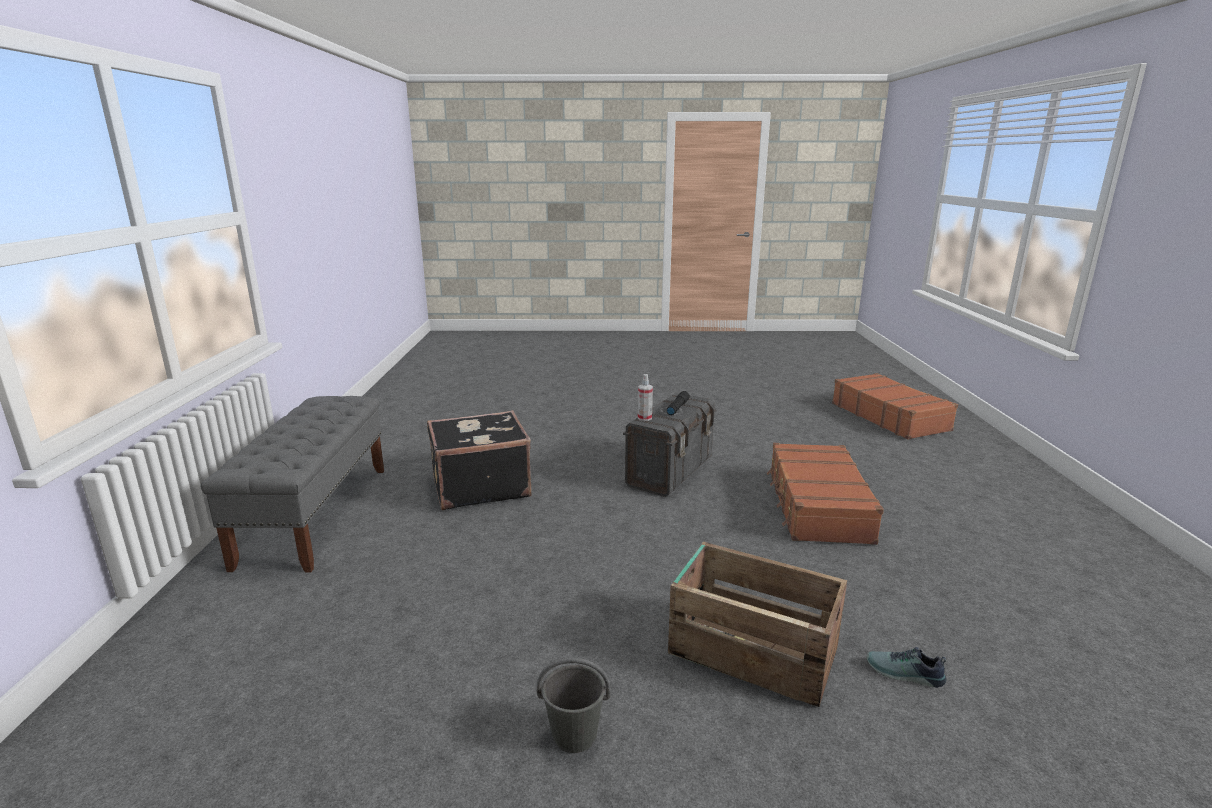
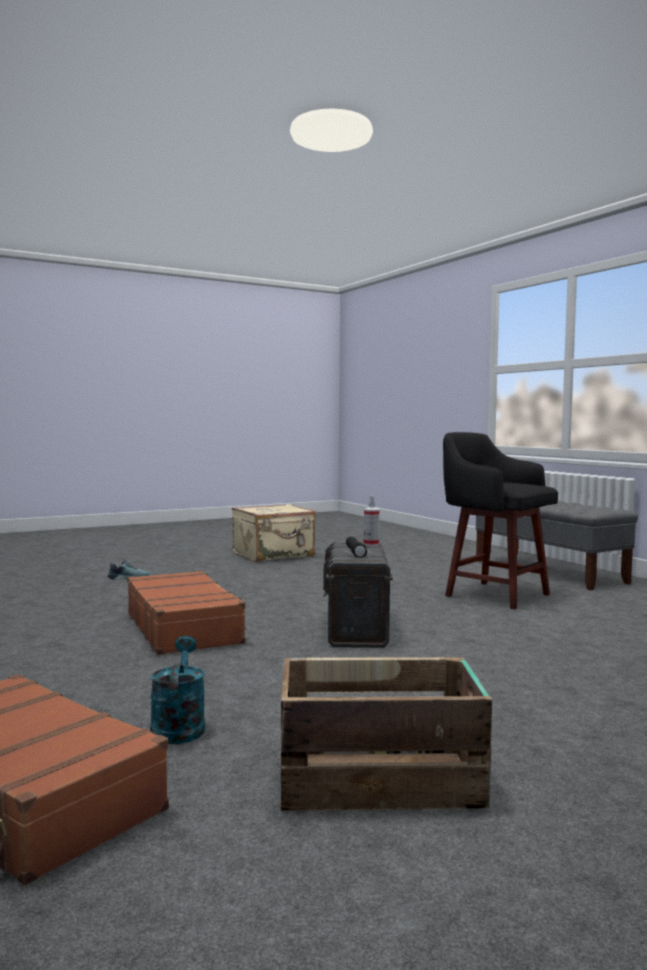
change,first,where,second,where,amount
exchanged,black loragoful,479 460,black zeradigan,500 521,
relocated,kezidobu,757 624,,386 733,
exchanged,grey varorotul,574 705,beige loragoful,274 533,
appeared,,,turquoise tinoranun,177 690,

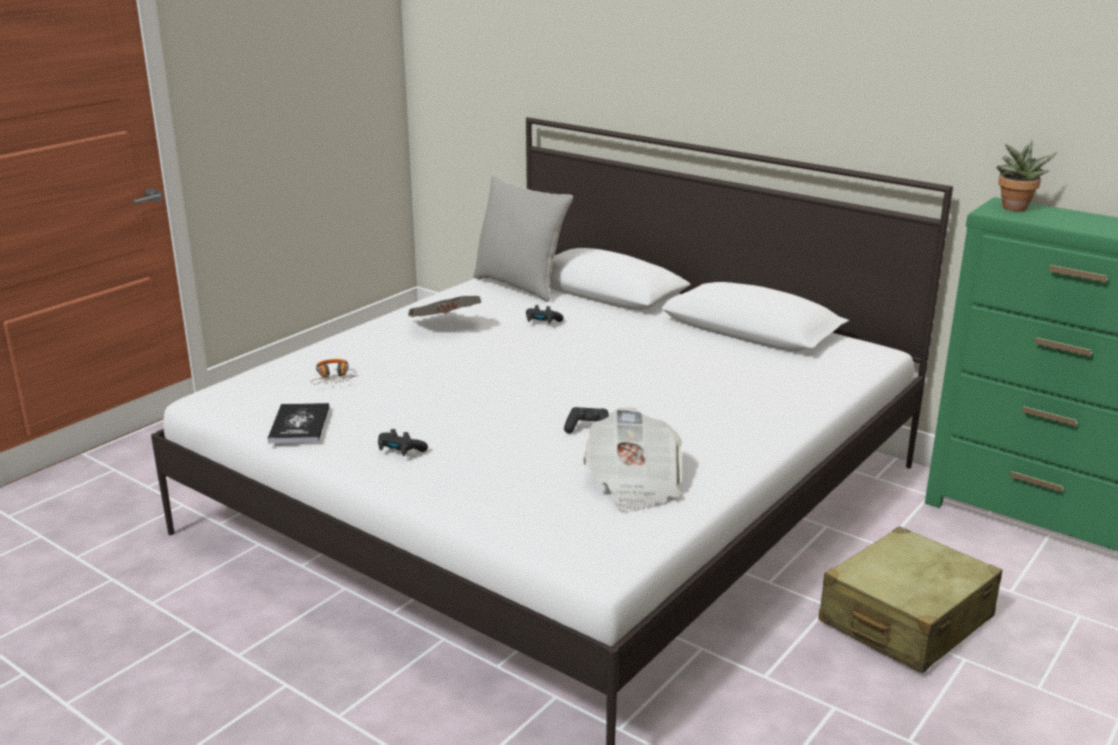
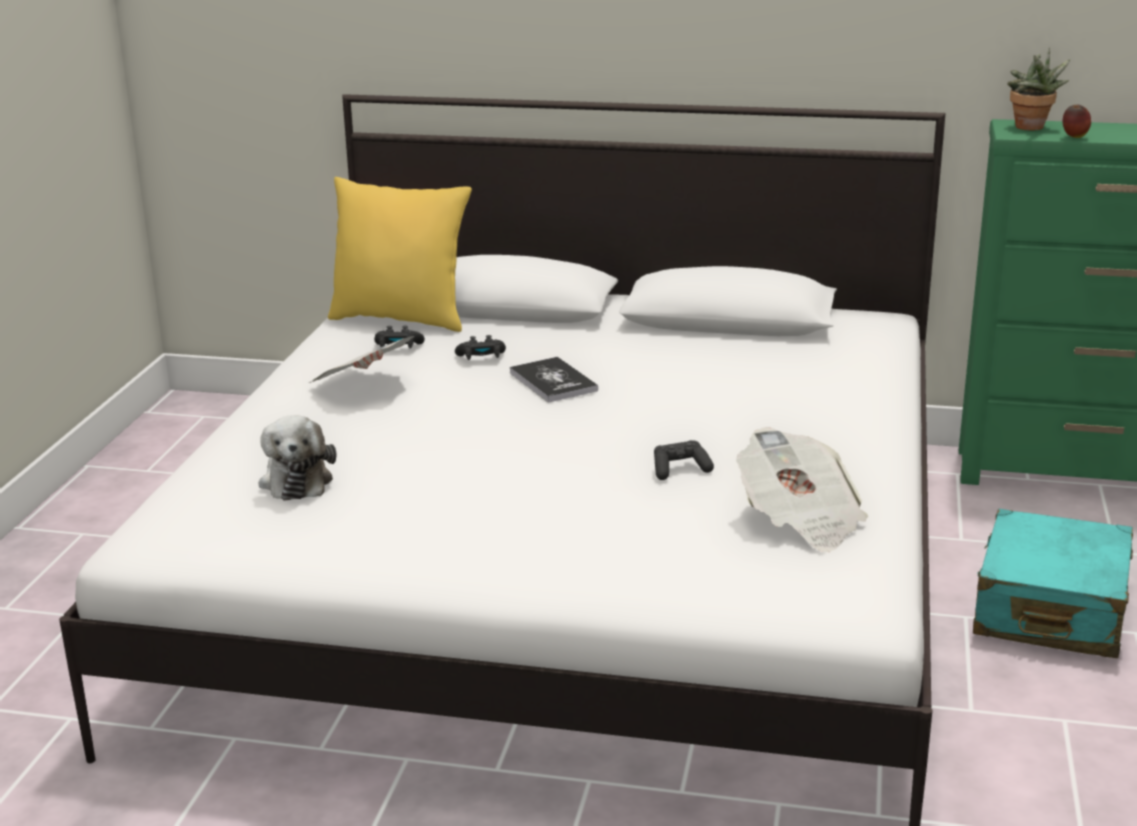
change,first,where,second,where,amount
colour,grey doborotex,523 238,yellow doborotex,400 254,
exchanged,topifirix,333 371,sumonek,297 457,
relocated,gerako,298 423,,554 380,
relocated,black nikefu,403 442,,399 337,
colour,beige loragoful,910 599,turquoise loragoful,1053 583,
appeared,,,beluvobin,1077 121,

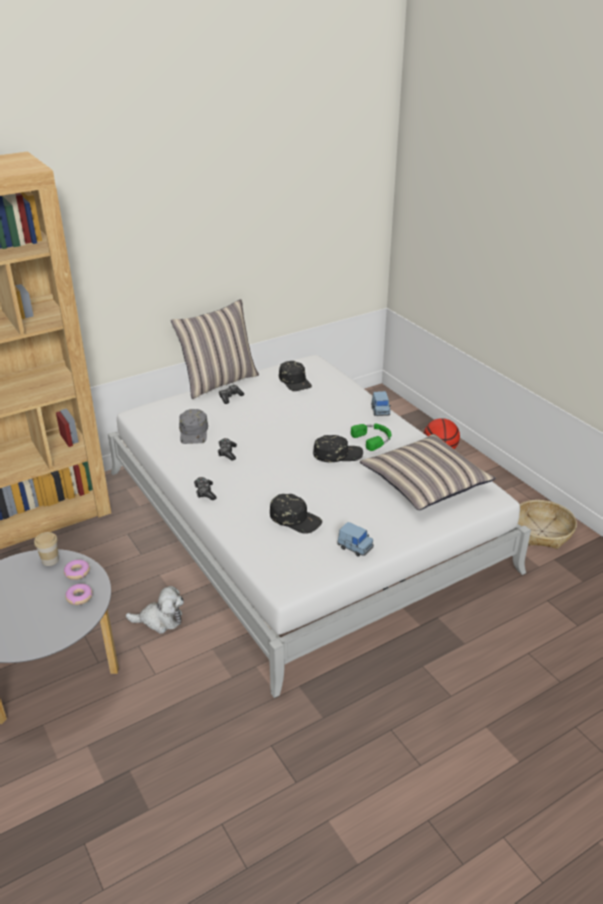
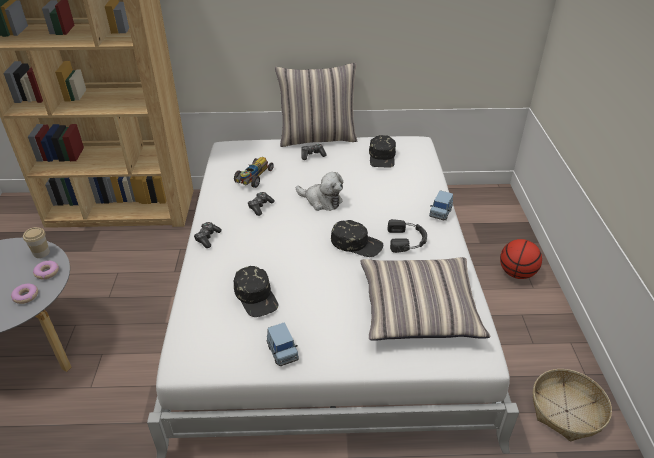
change,first,where,second,where,amount
exchanged,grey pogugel,193 426,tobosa,254 172,
colour,green topifirix,371 437,black topifirix,407 236,
relocated,sumonek,154 610,,319 191,

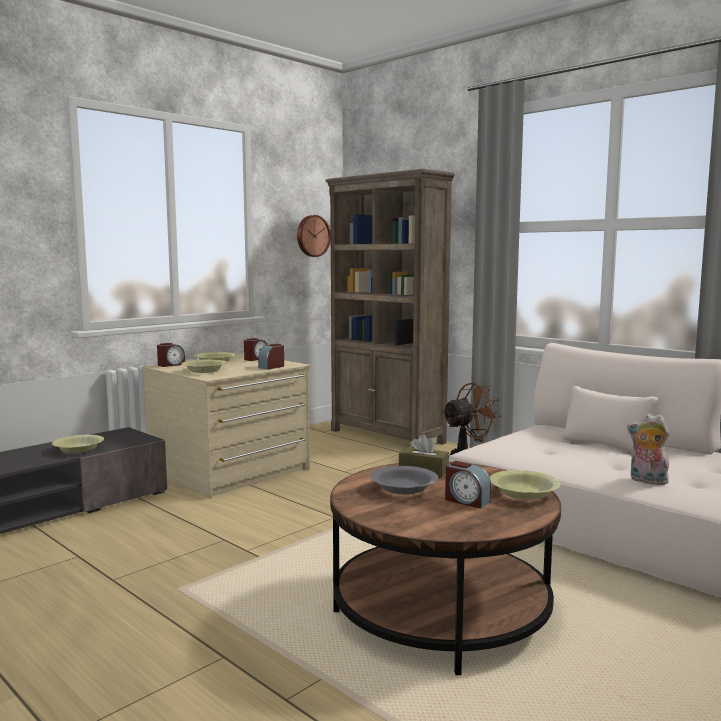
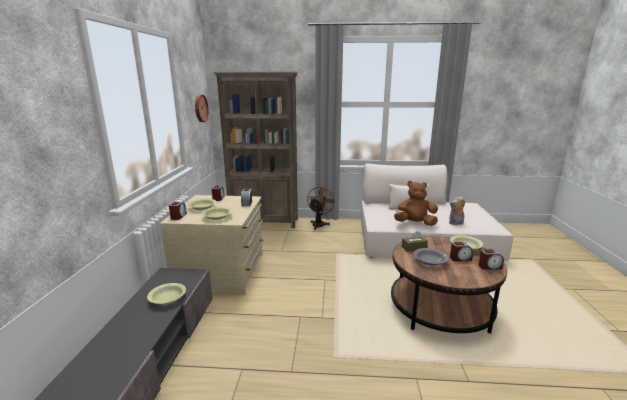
change,first,where,second,where,amount
appeared,,,brown sumonek,416 203,
appeared,,,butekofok,491 259,

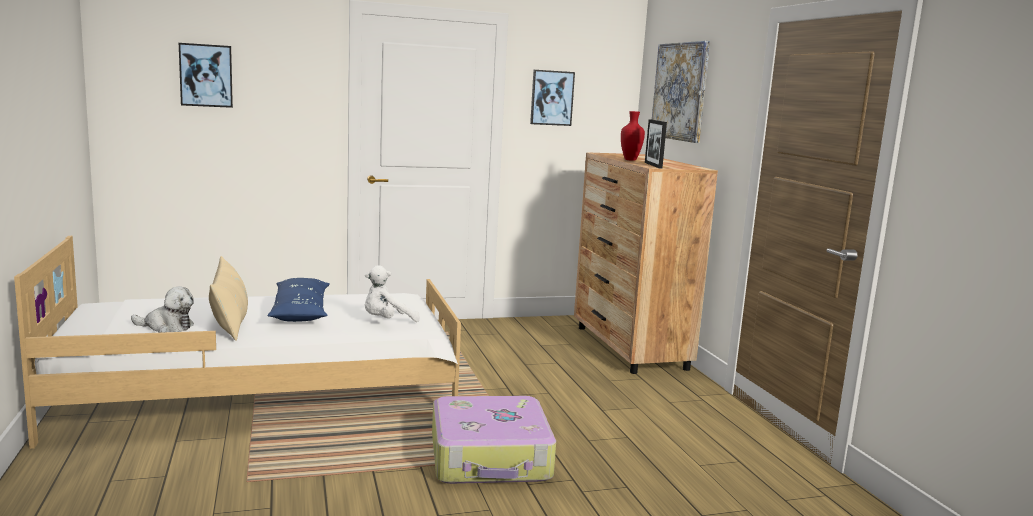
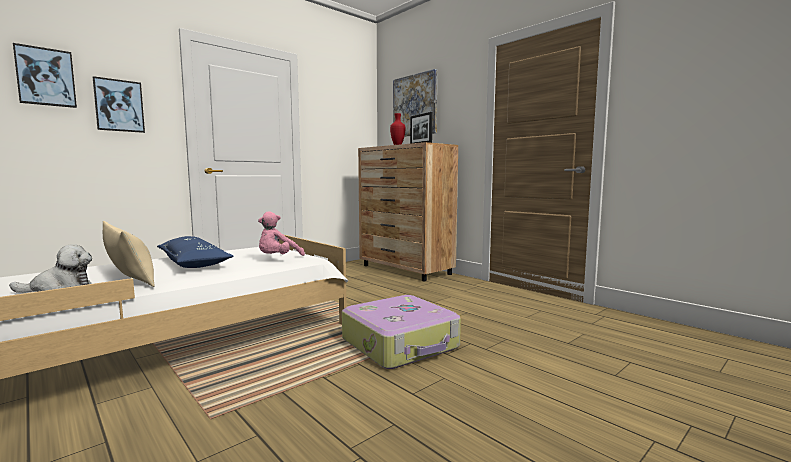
change,first,where,second,where,amount
relocated,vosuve,552 98,,119 104,
colour,white sumonek,392 293,pink sumonek,281 233,

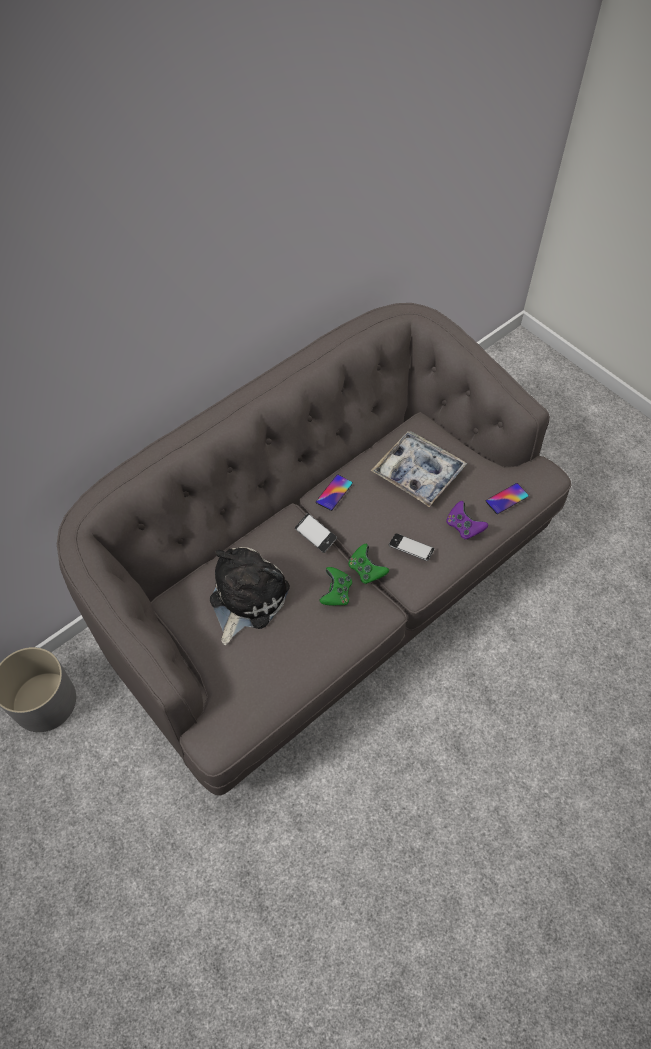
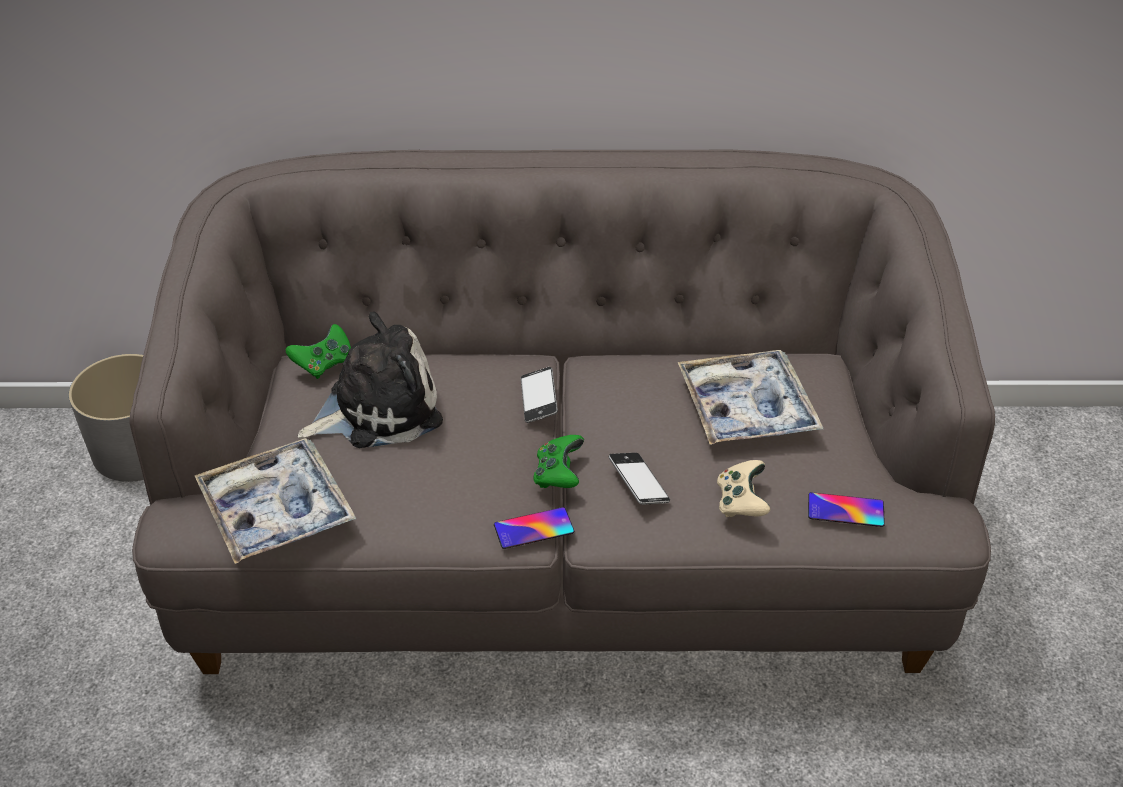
change,first,where,second,where,amount
relocated,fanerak,334 493,,534 528,
colour,purple nikefu,467 520,beige nikefu,743 488,
relocated,green nikefu,335 586,,318 351,
appeared,,,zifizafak,275 501,

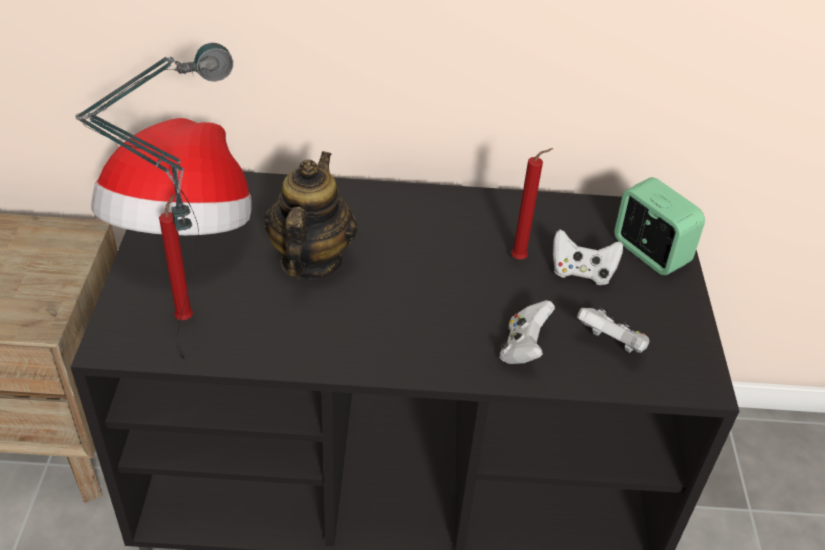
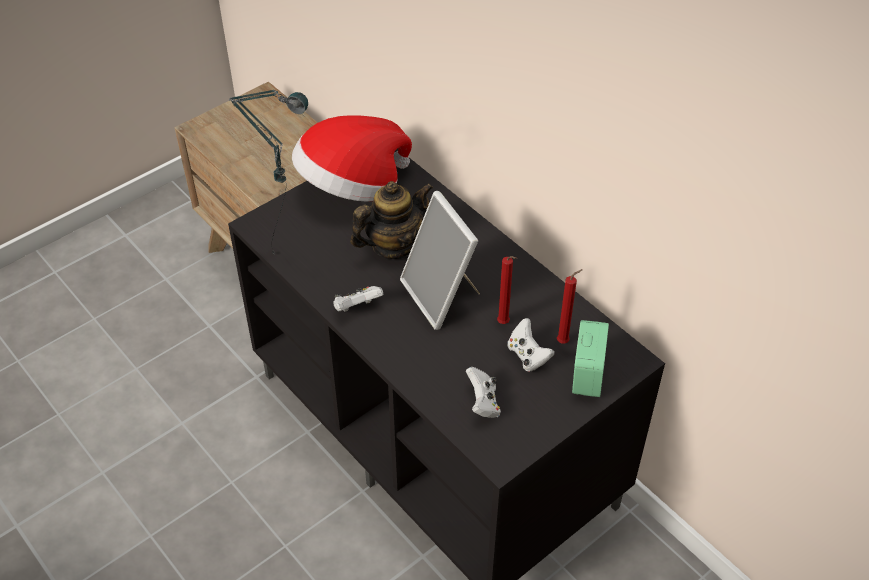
change,first,where,second,where,amount
relocated,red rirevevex,176 257,,570 306,
relocated,white nikefu,527 332,,358 299,
appeared,,,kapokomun,440 260,

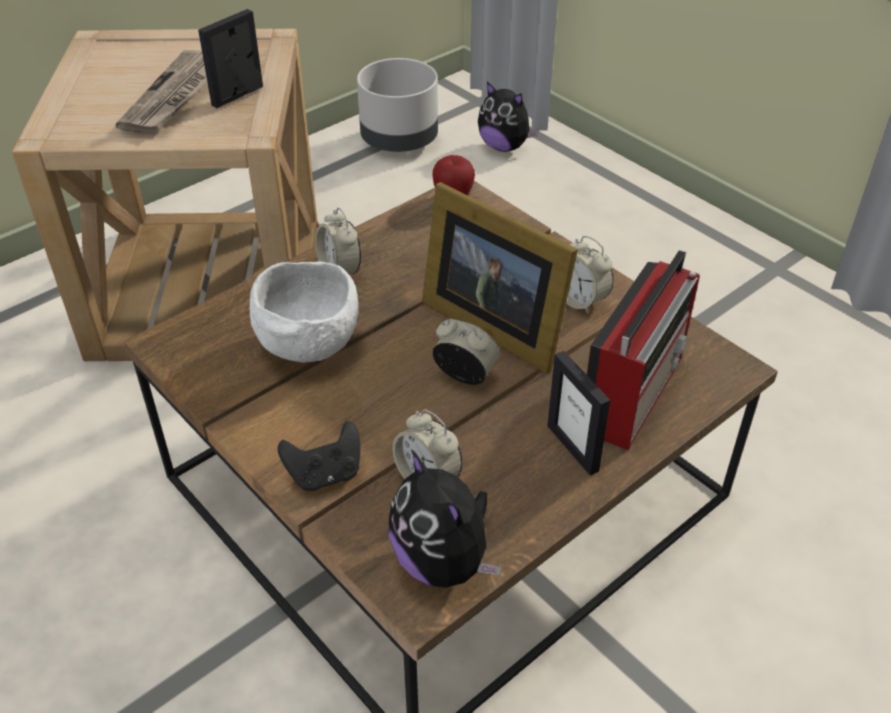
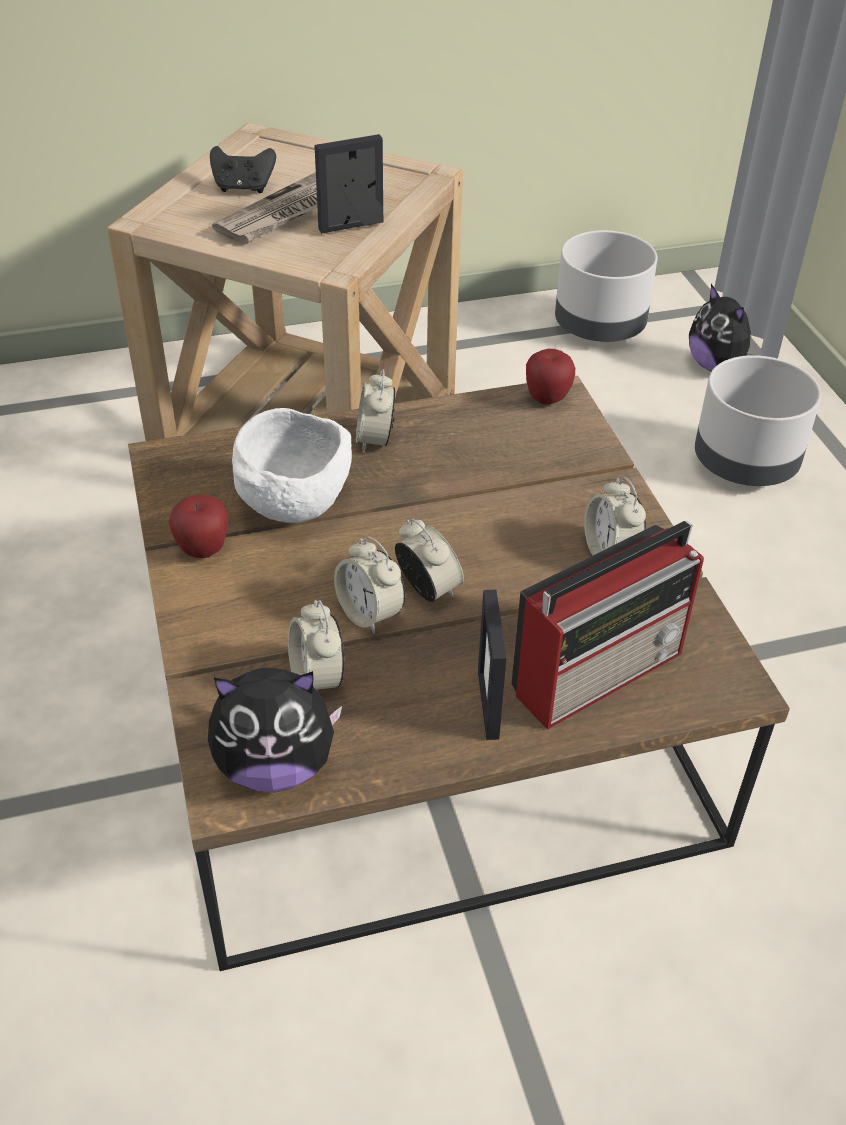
change,first,where,second,where,amount
missing,kapokomun,500 278,,,
relocated,black nikefu,319 456,,243 169,
spun,sumonek,445 518,,275 730,90 degrees counterclockwise
appeared,,,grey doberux,758 420,
appeared,,,beluvobin,198 526,
appeared,,,butekofok,369 585,

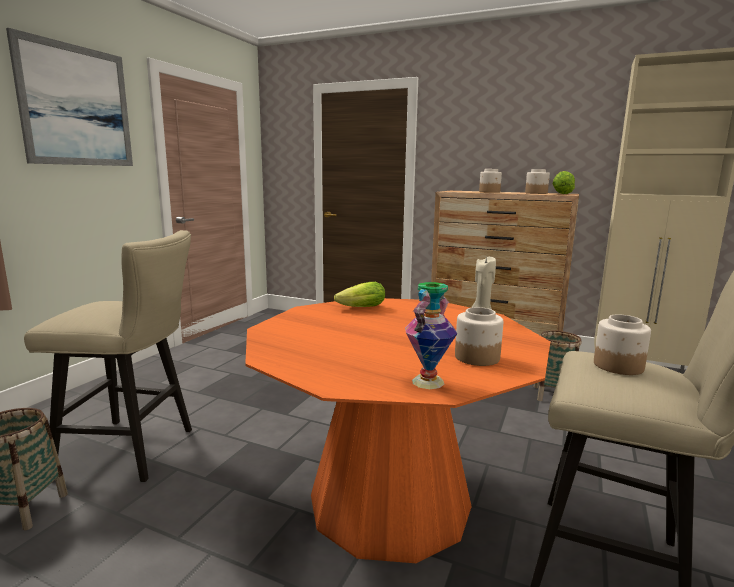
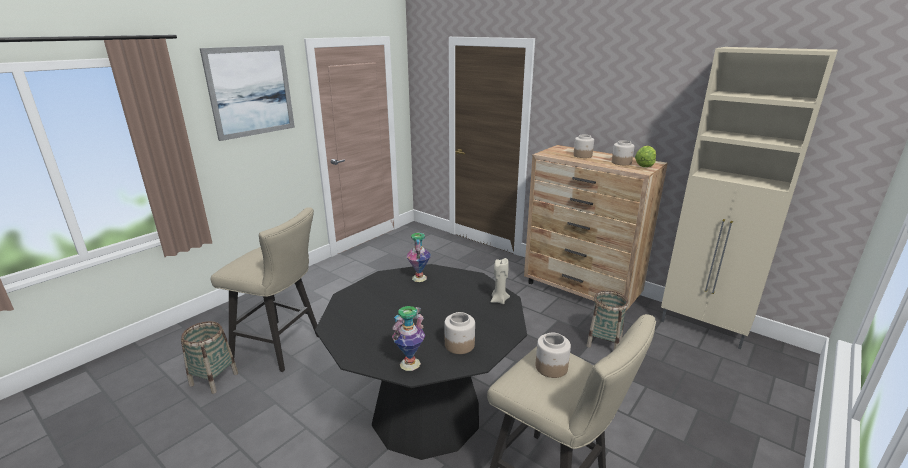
change,first,where,second,where,amount
exchanged,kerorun,359 294,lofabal,419 257,
colour,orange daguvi,397 430,black daguvi,421 362,

